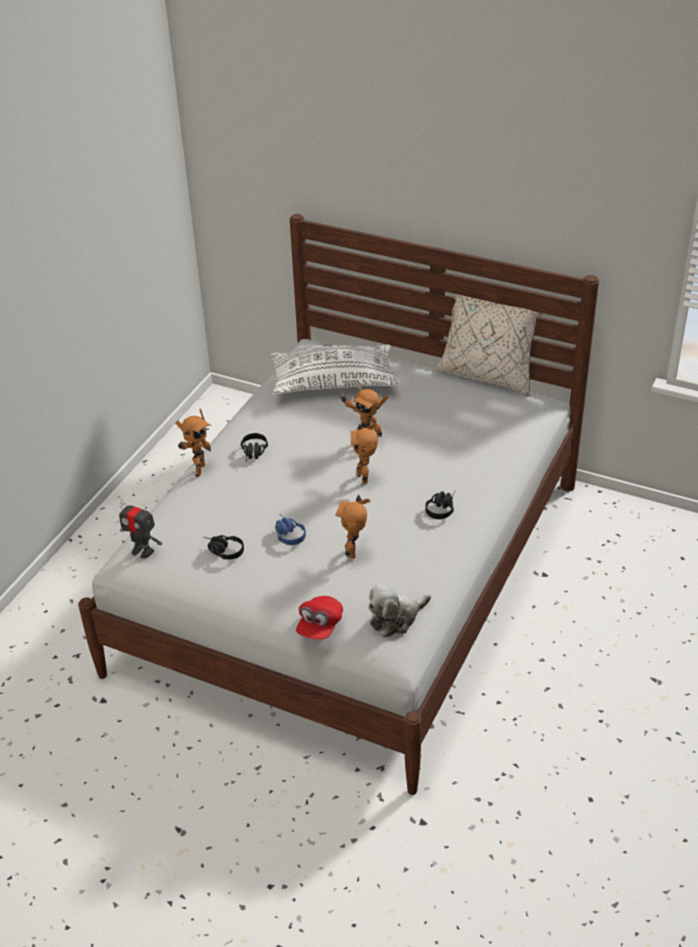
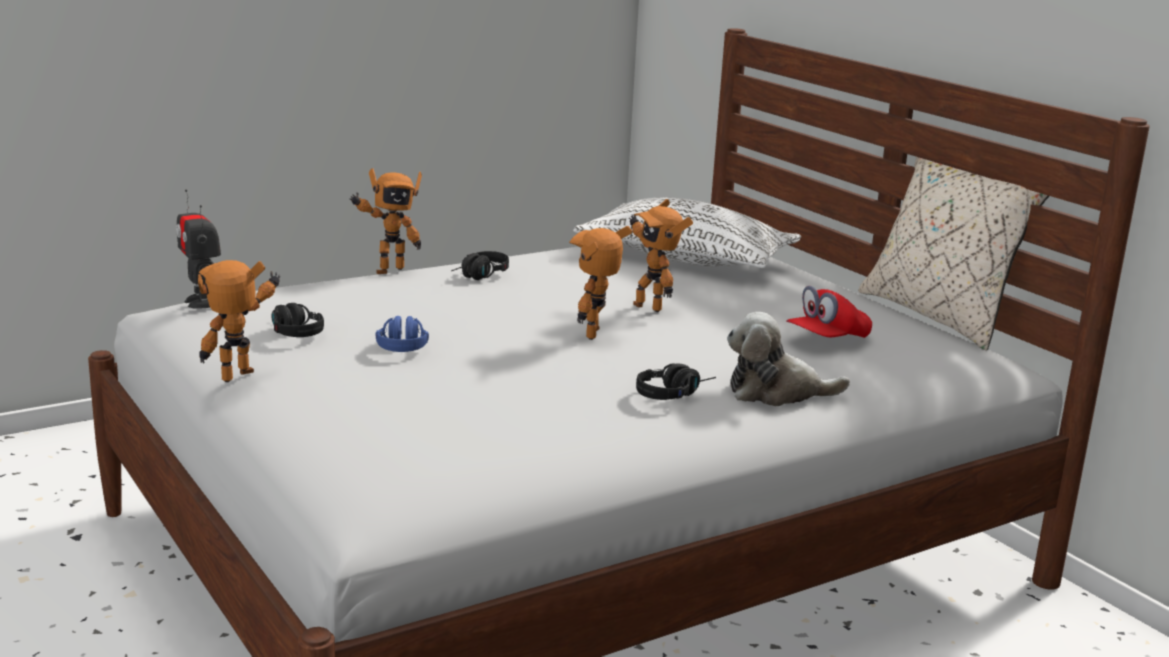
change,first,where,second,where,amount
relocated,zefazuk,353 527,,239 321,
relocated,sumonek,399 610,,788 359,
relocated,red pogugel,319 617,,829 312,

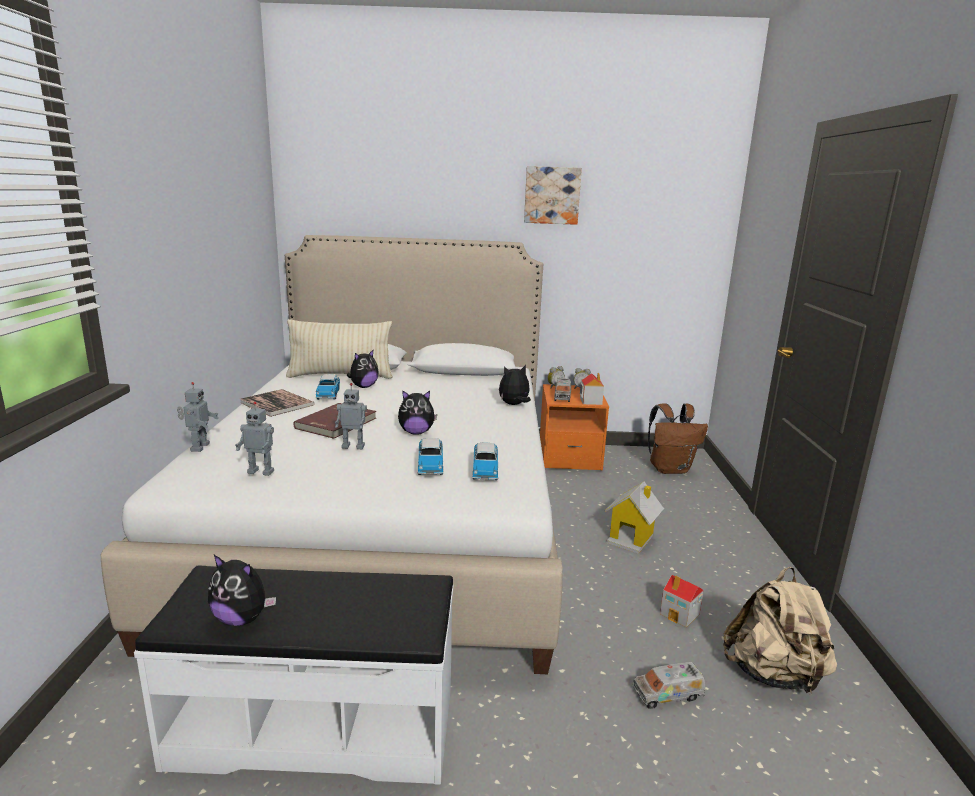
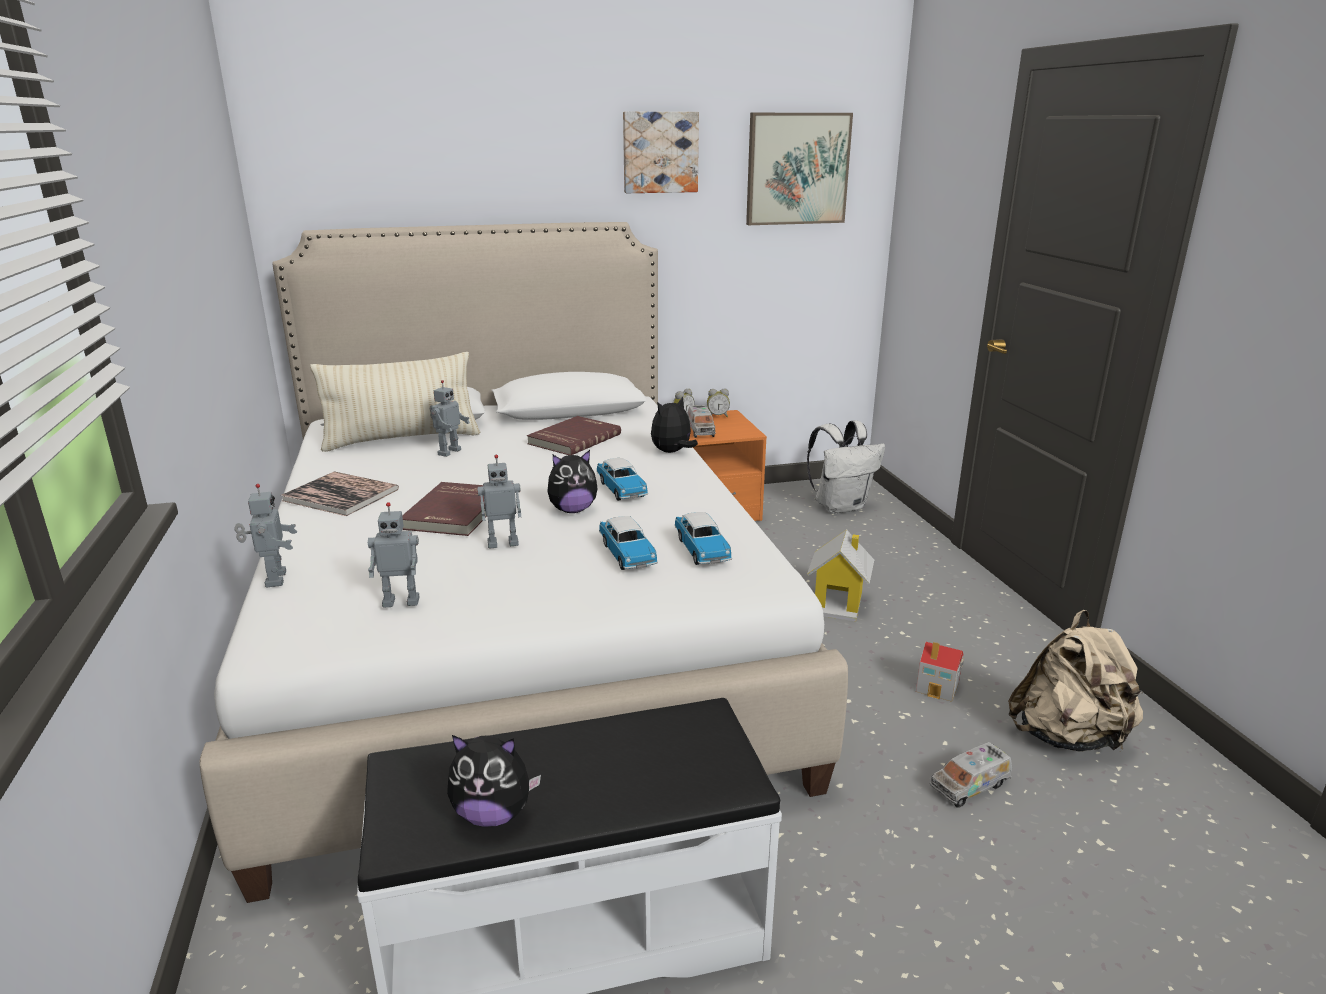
change,first,where,second,where,amount
exchanged,sumonek,362 368,zefazuk,450 418,
missing,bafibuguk,592 389,,,
relocated,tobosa,328 387,,622 479,
colour,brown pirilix,678 438,white pirilix,846 467,
appeared,,,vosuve,799 169,
appeared,,,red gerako,574 435,

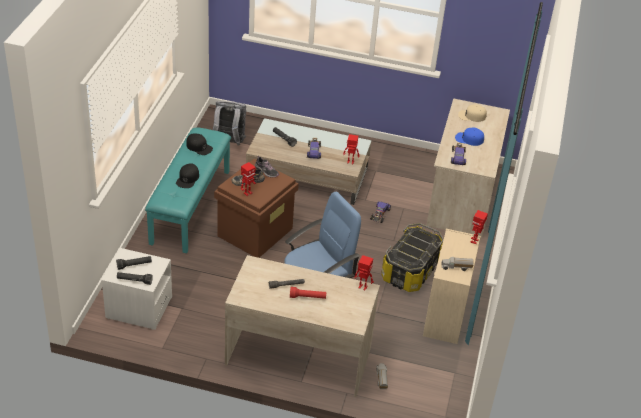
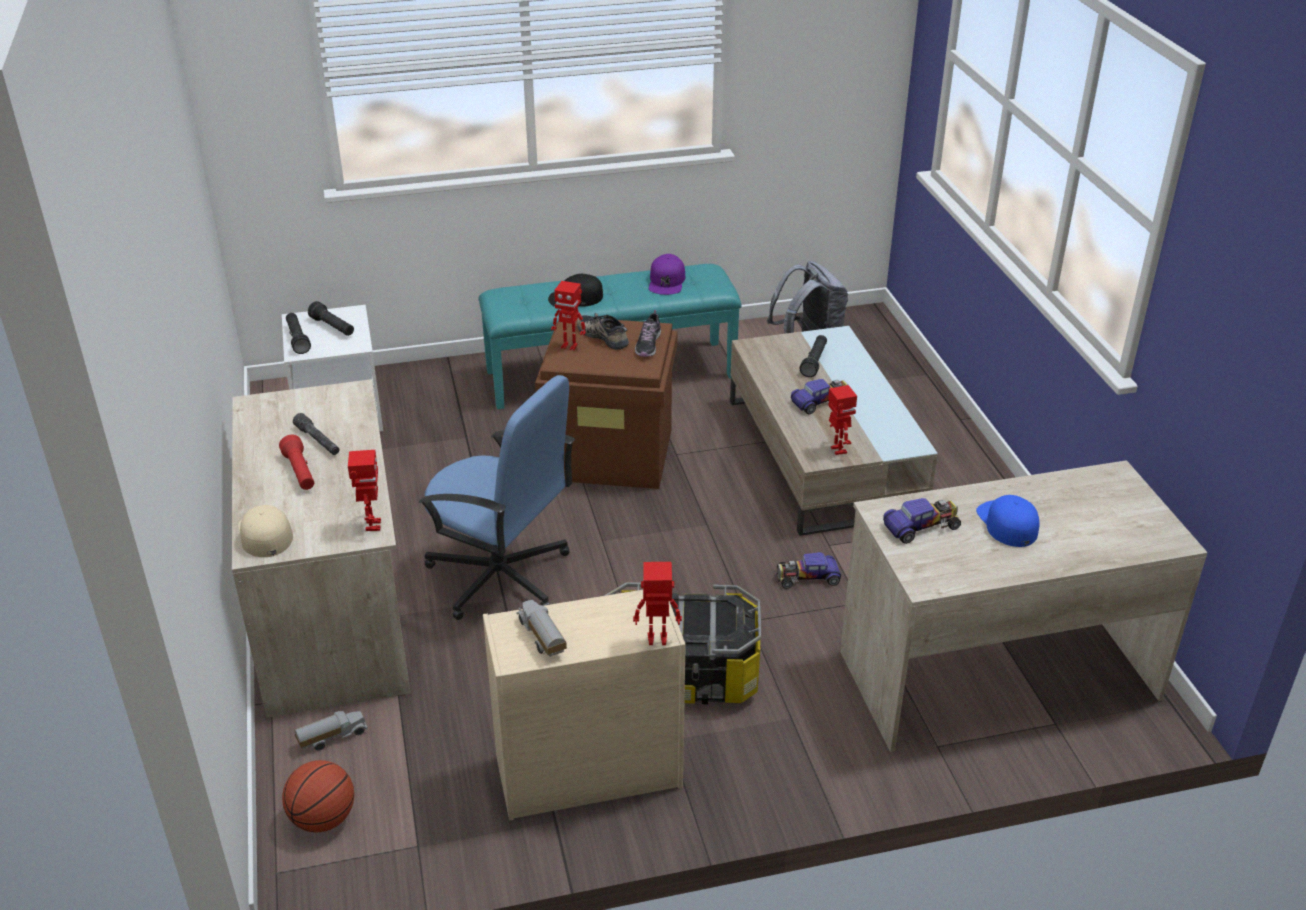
change,first,where,second,where,amount
relocated,beige pogugel,472 113,,265 531,
colour,black pogugel,199 144,purple pogugel,667 274,
appeared,,,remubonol,318 796,

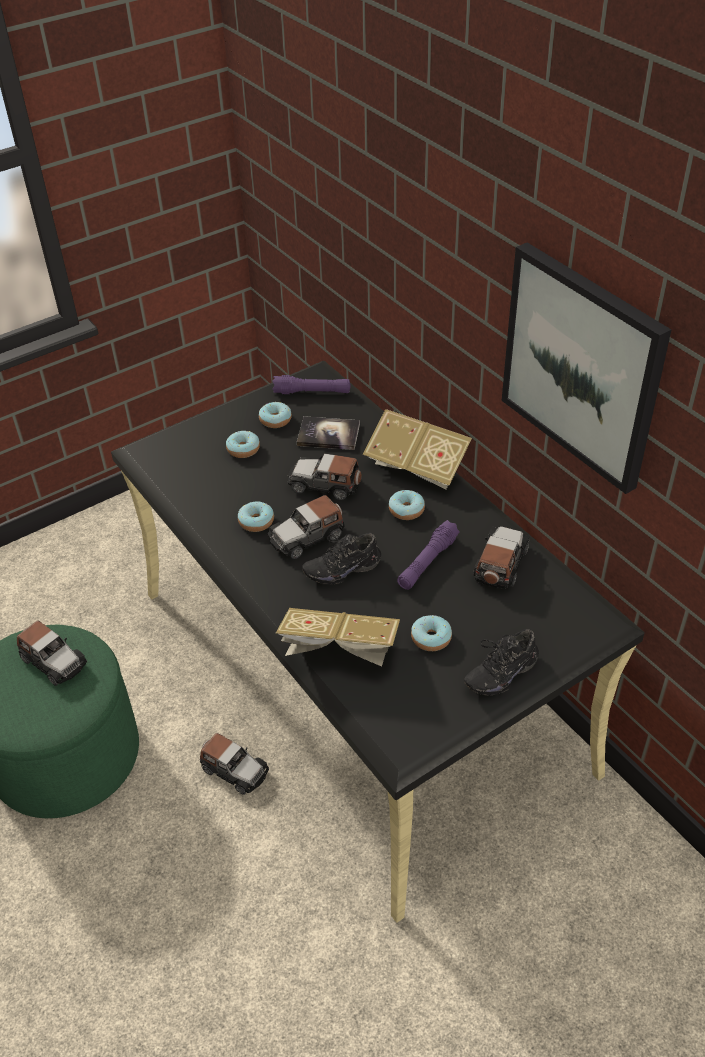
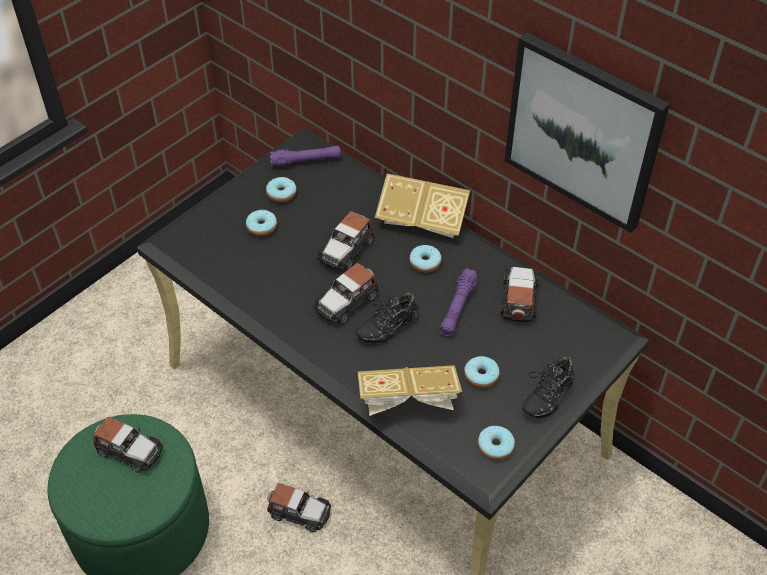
change,first,where,second,where,amount
missing,gerako,328 433,,,
spun,tobosa,324 477,,345 240,60 degrees counterclockwise
relocated,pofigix,256 516,,496 443,

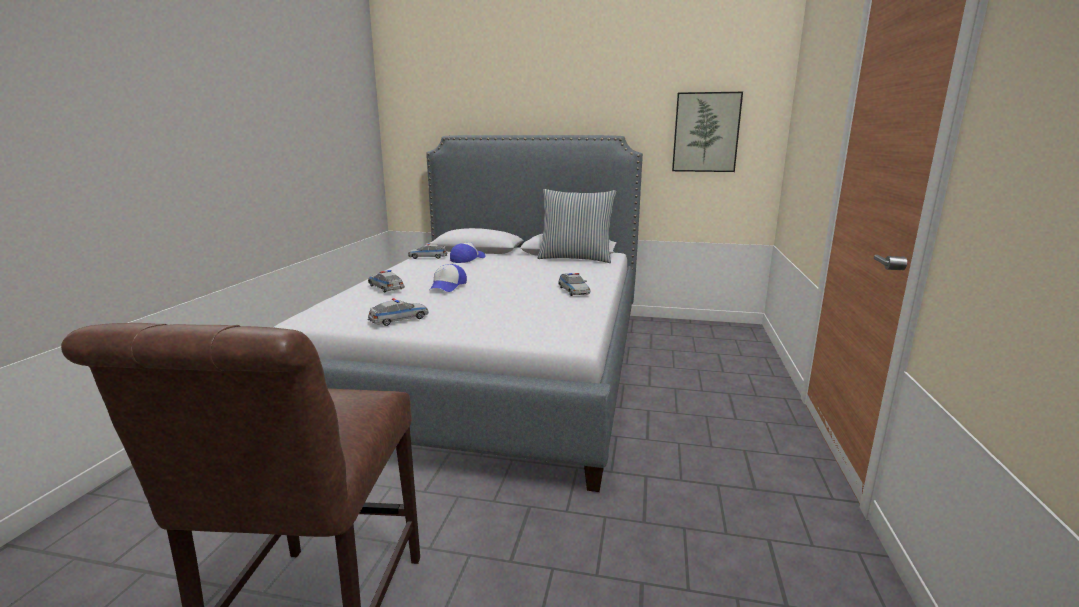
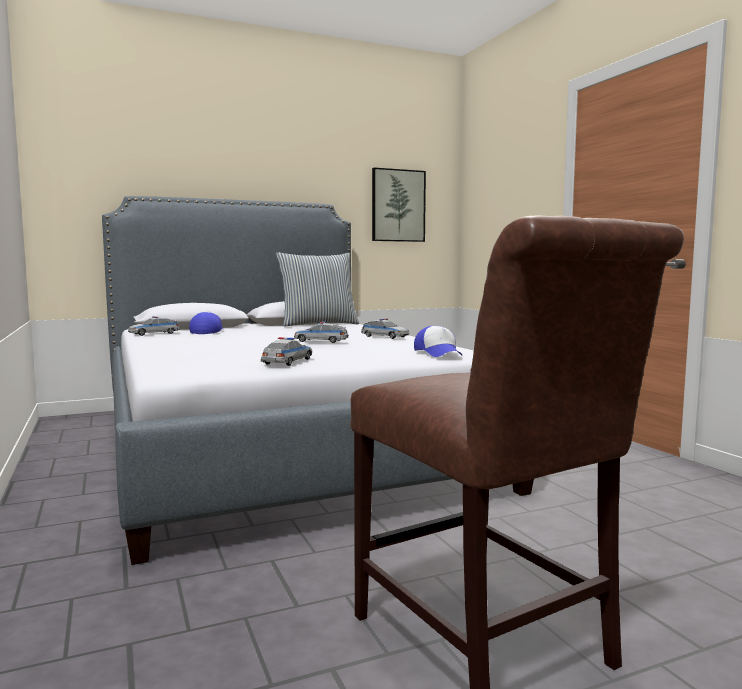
change,first,where,second,where,amount
relocated,pogugel,448 278,,438 341,
relocated,tobosa,386 281,,321 332,

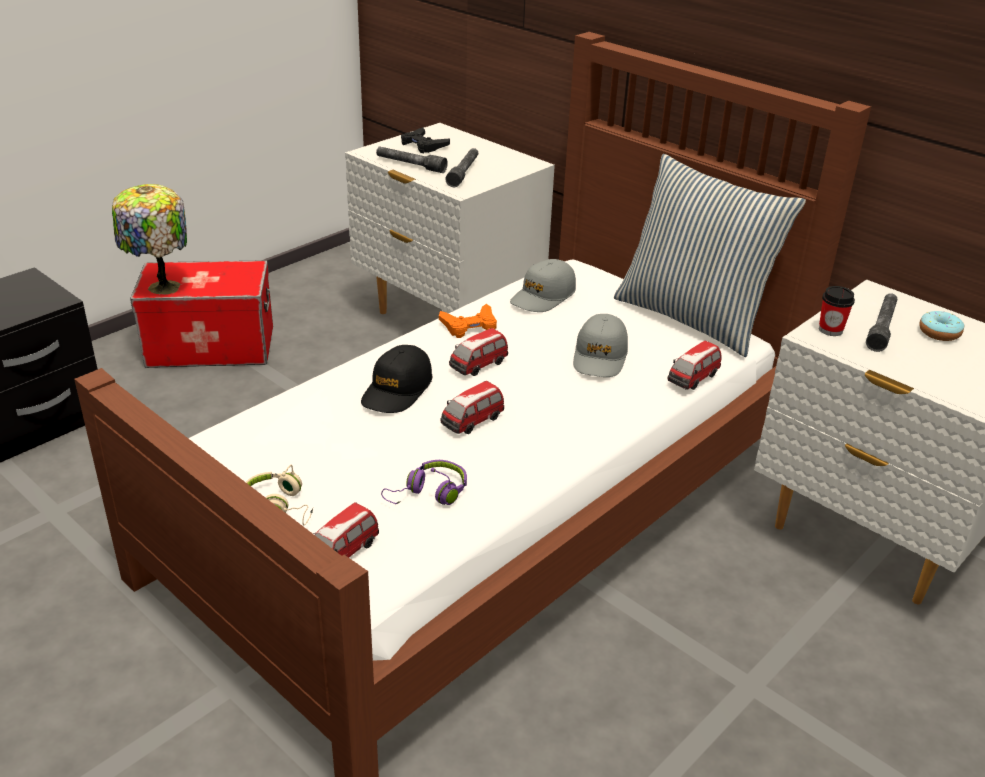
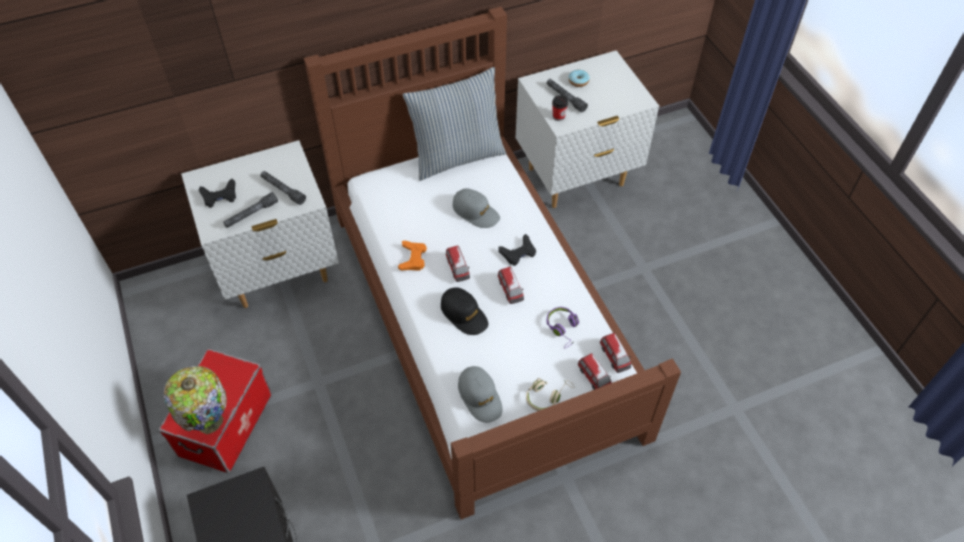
change,first,where,second,where,amount
relocated,grey pogugel,543 285,,480 394,
relocated,tobosa,694 365,,615 353,
appeared,,,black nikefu,517 250,

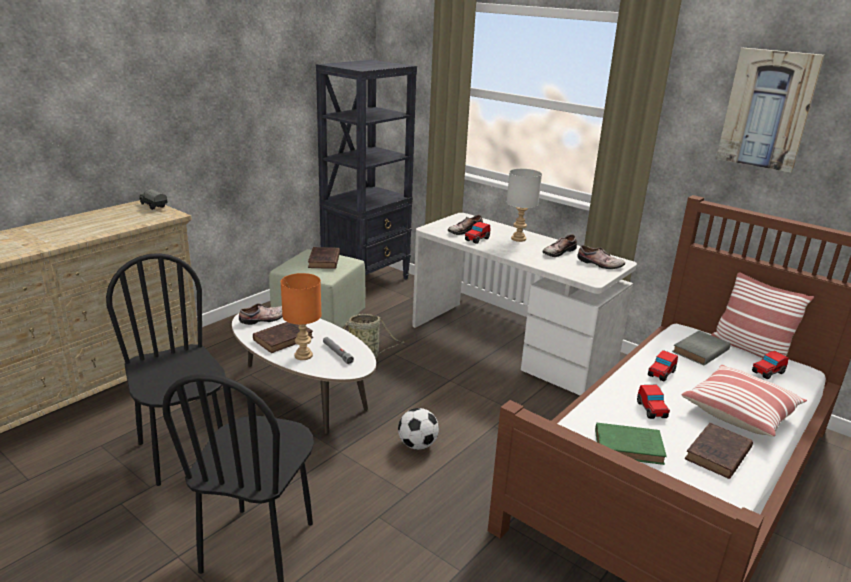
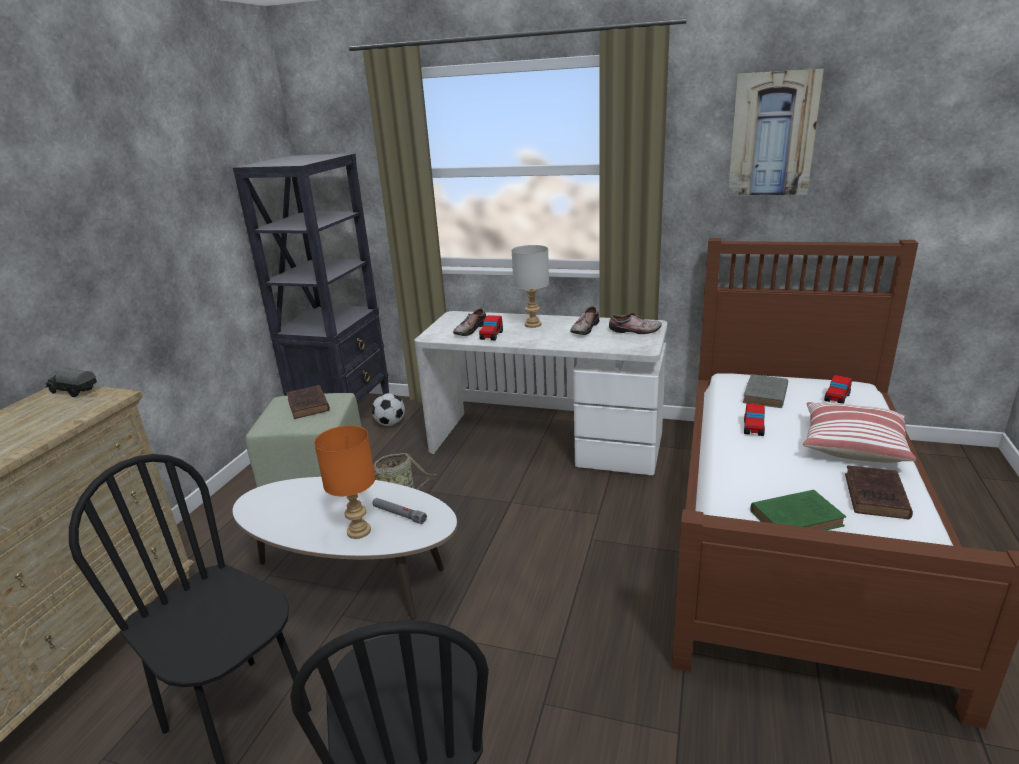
change,first,where,second,where,amount
missing,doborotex,762 315,,,
missing,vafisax,260 314,,,
missing,brown gerako,283 337,,,
missing,tobosa,653 402,,,
relocated,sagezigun,418 429,,388 409,

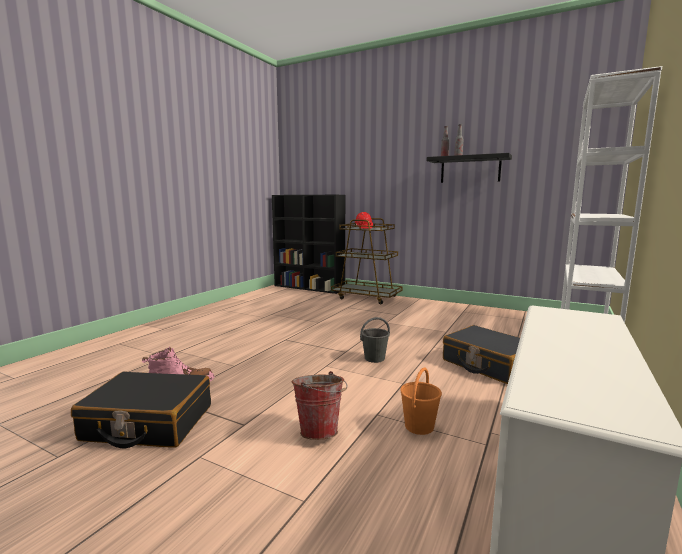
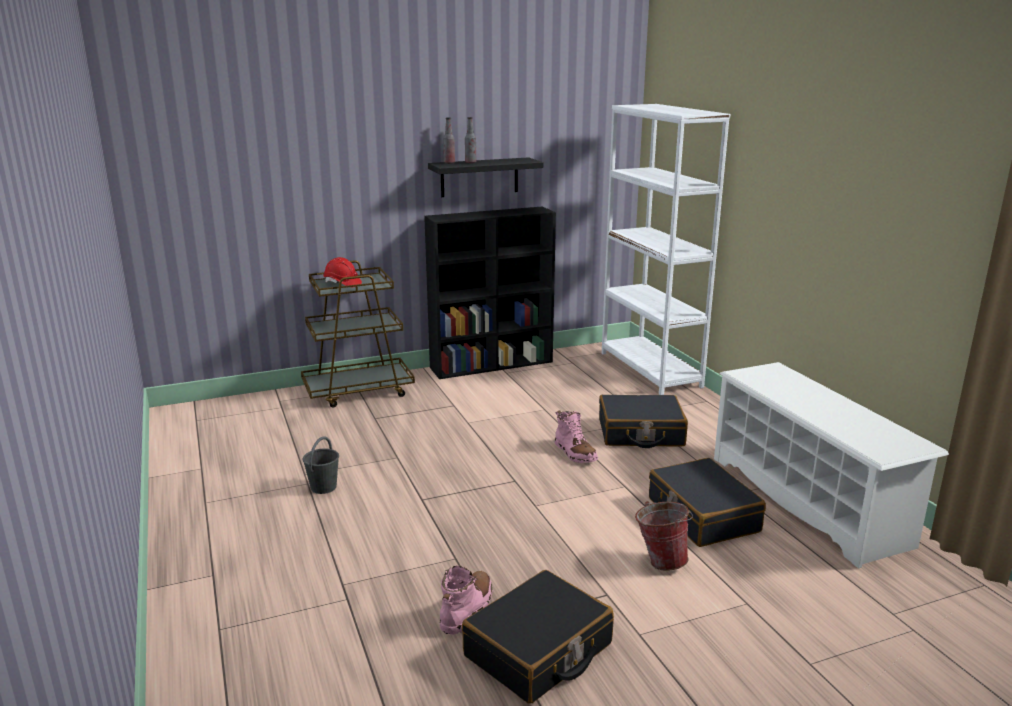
change,first,where,second,where,amount
relocated,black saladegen,308 244,,490 292,
relocated,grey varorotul,375 340,,321 465,
exchanged,orange varorotul,421 401,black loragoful,707 502,
appeared,,,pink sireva,576 436,

